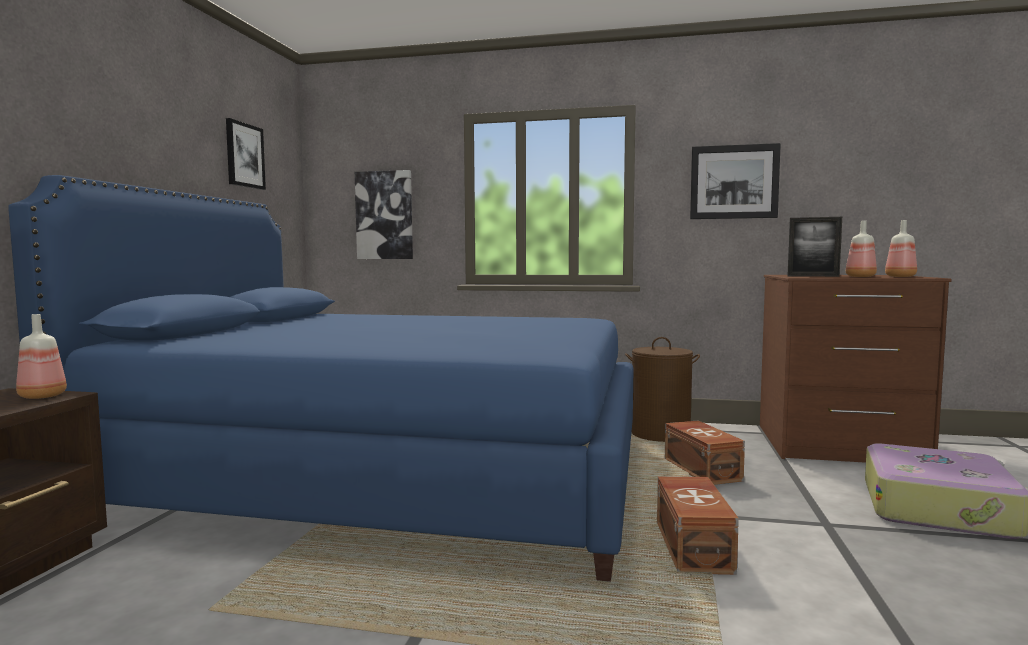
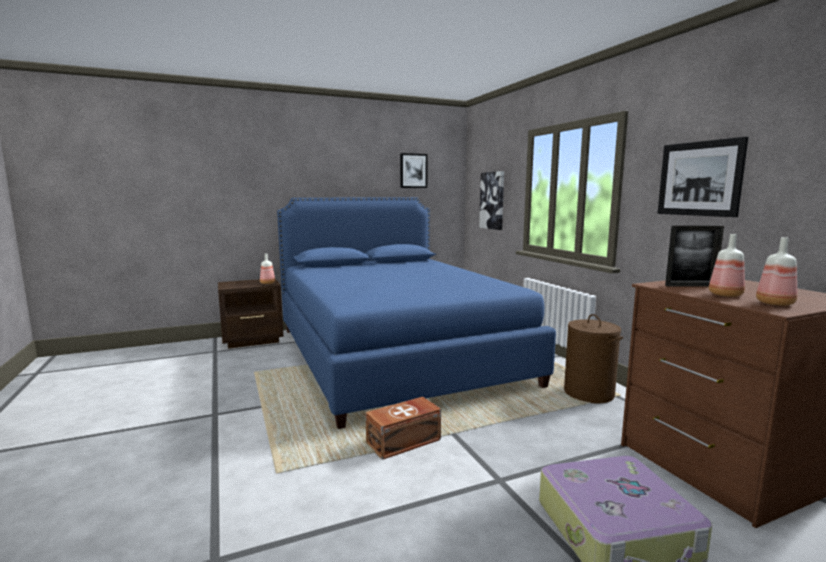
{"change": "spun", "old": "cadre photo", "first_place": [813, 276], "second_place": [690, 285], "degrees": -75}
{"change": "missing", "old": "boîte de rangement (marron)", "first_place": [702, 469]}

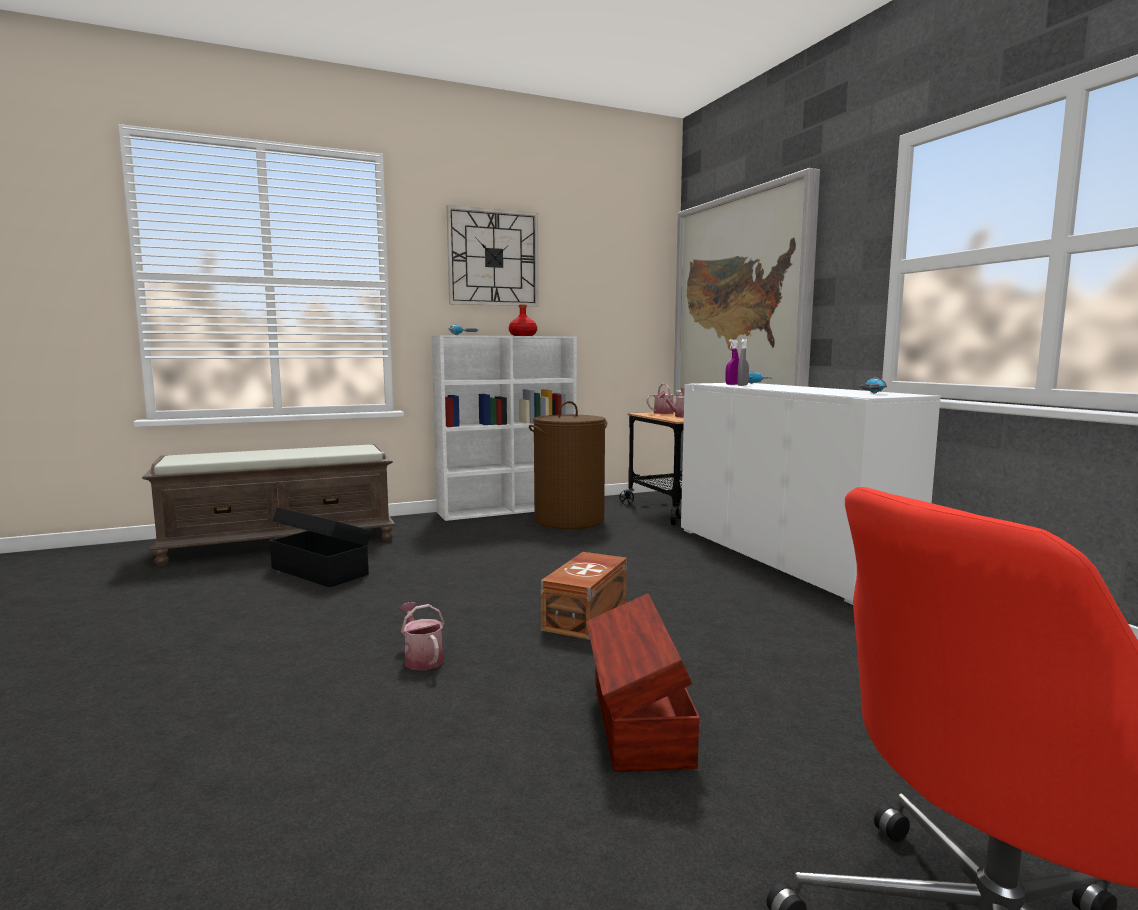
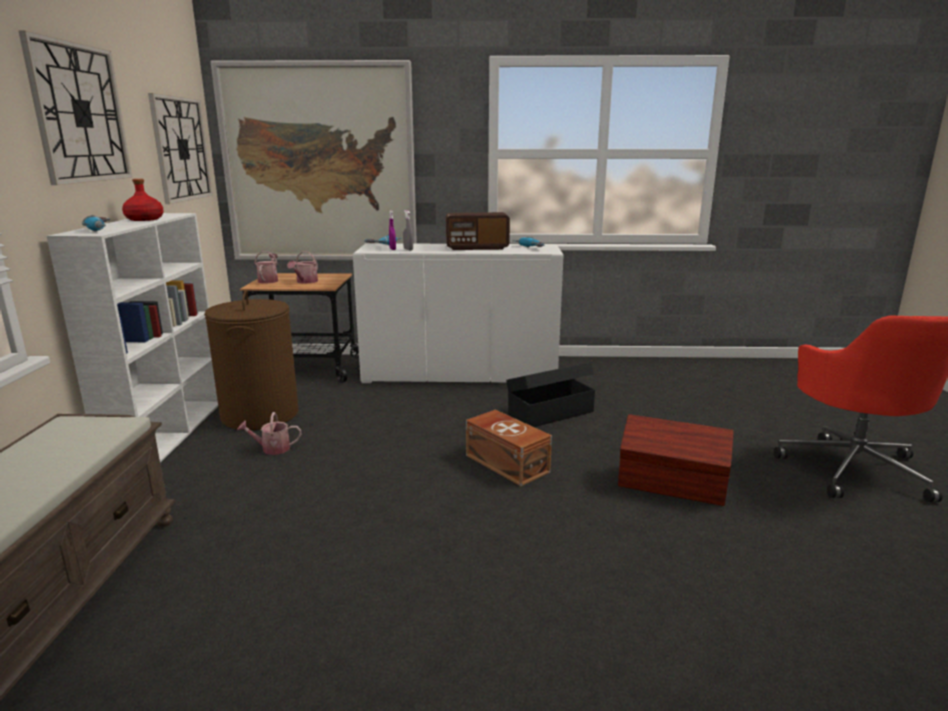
{"change": "appeared", "new": "horloge murale", "second_place": [181, 149]}
{"change": "relocated", "old": "arrosoir", "first_place": [421, 658], "second_place": [272, 449]}
{"change": "appeared", "new": "radio", "second_place": [477, 247]}
{"change": "relocated", "old": "boîte de rangement (noir)", "first_place": [320, 571], "second_place": [549, 413]}

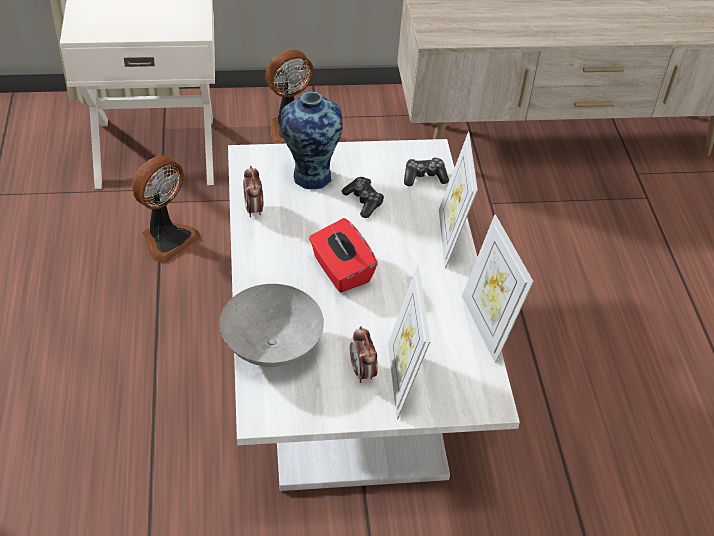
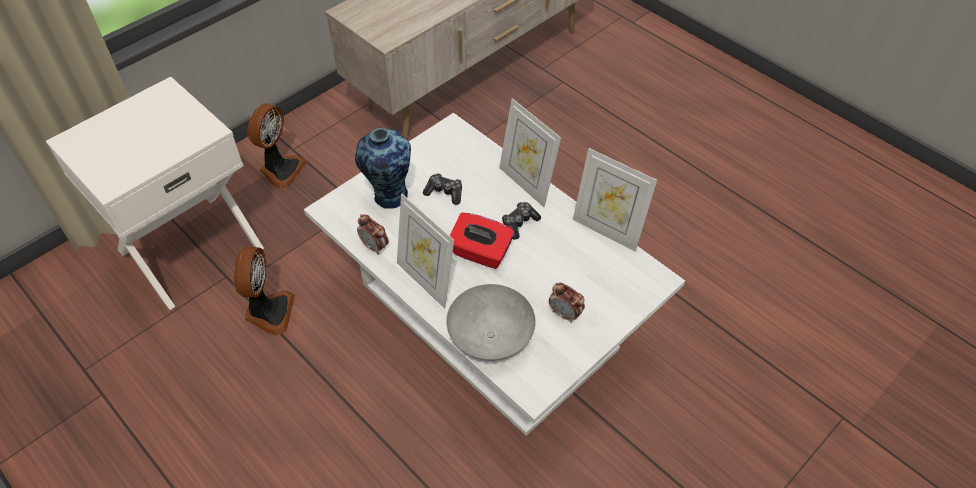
{"change": "relocated", "old": "cadre photo", "first_place": [402, 380], "second_place": [426, 281]}
{"change": "relocated", "old": "manette", "first_place": [424, 177], "second_place": [519, 223]}

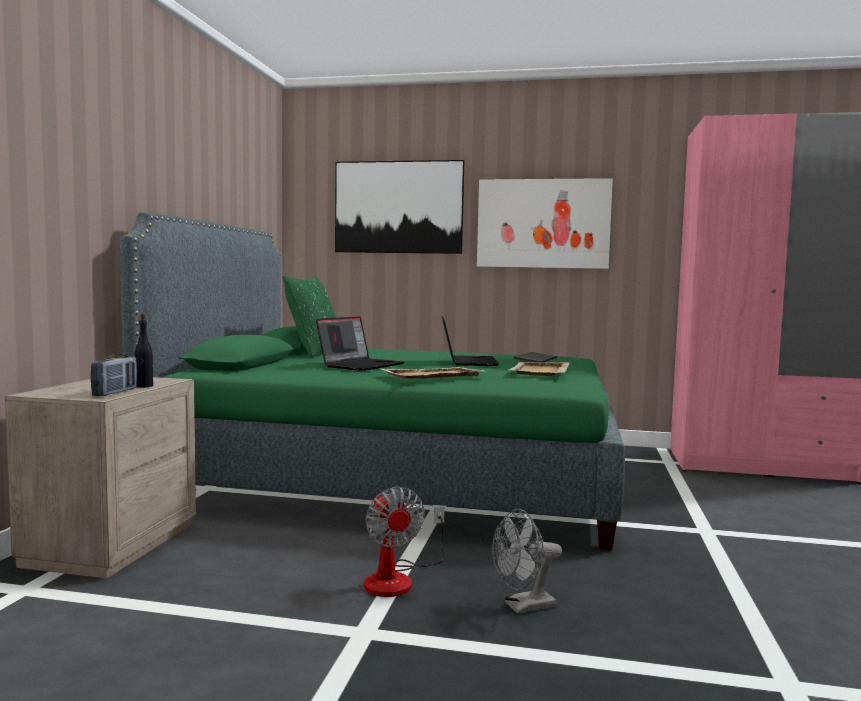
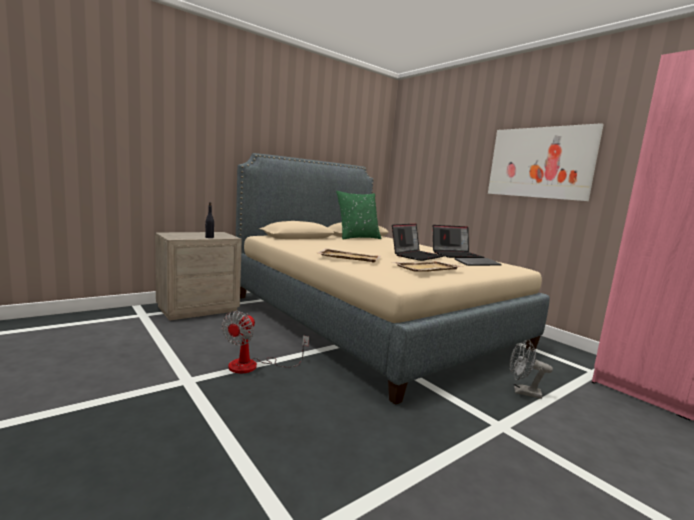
{"change": "colour", "old": "lit (vert)", "new": "lit (beige)", "first_place": [396, 478], "second_place": [369, 320]}
{"change": "relocated", "old": "ordinateur portable", "first_place": [361, 365], "second_place": [456, 255]}
{"change": "relocated", "old": "ventilateur (gris)", "first_place": [523, 607], "second_place": [522, 392]}
{"change": "missing", "old": "radio", "first_place": [115, 392]}
{"change": "missing", "old": "tableau", "first_place": [398, 207]}

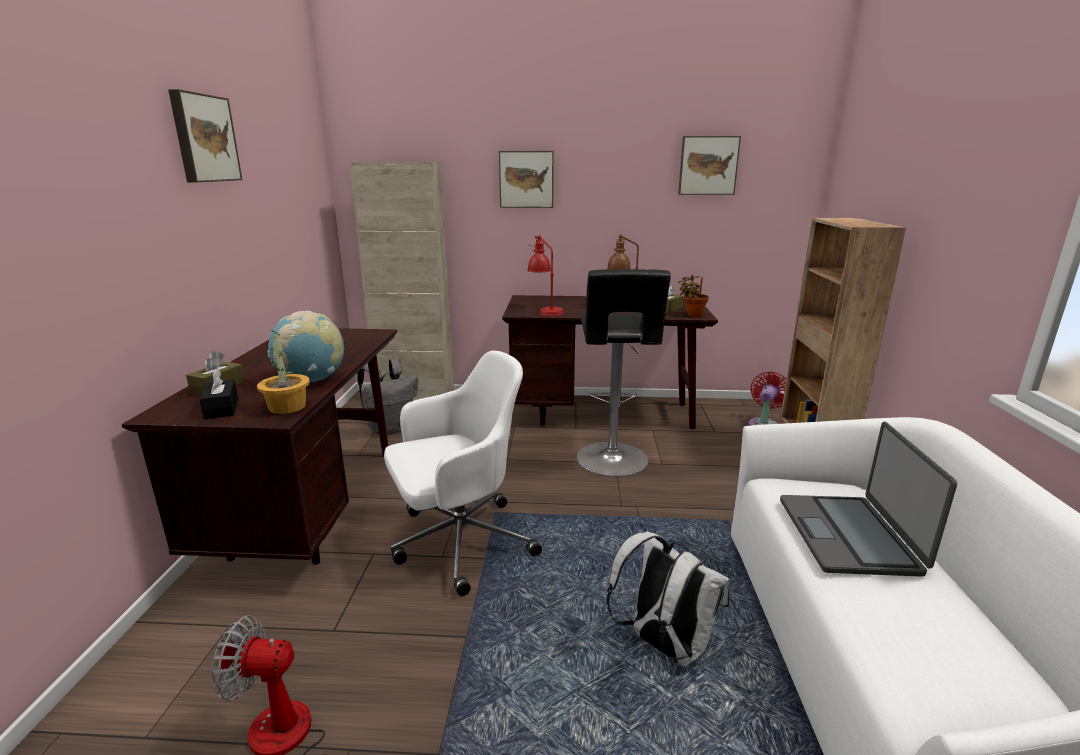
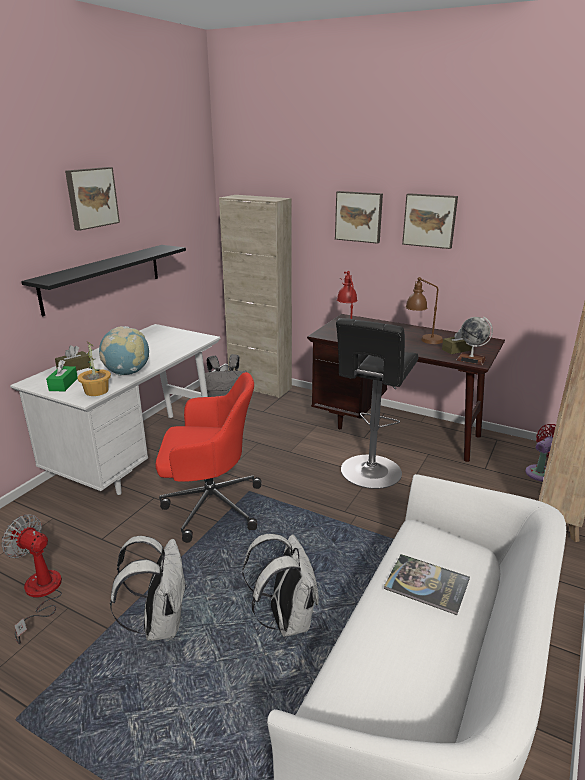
{"change": "colour", "old": "bureau (marron)", "new": "bureau (blanc)", "first_place": [312, 508], "second_place": [139, 456]}
{"change": "appeared", "new": "étagère (noir)", "second_place": [103, 278]}
{"change": "colour", "old": "boîte à mouchoirs (noir)", "new": "boîte à mouchoirs (vert)", "first_place": [221, 408], "second_place": [63, 384]}
{"change": "appeared", "new": "sac à dos (blanc)", "second_place": [160, 623]}
{"change": "colour", "old": "chaise de bureau (blanc)", "new": "chaise de bureau (rouge)", "first_place": [459, 542], "second_place": [210, 505]}
{"change": "exchanged", "old": "ordinateur portable", "new": "livre", "first_place": [849, 535], "second_place": [426, 584]}
{"change": "relocated", "old": "tableau", "first_place": [708, 165], "second_place": [430, 220]}
{"change": "exchanged", "old": "plante en pot", "new": "globe", "first_place": [692, 315], "second_place": [471, 359]}

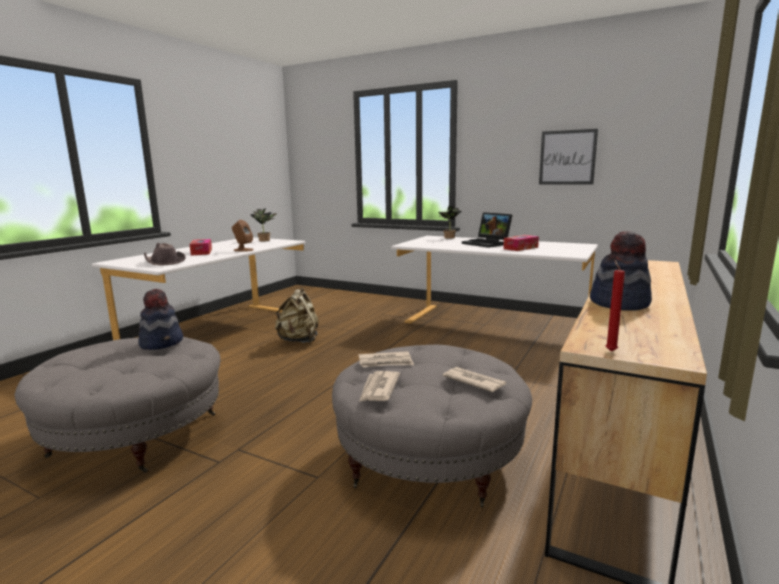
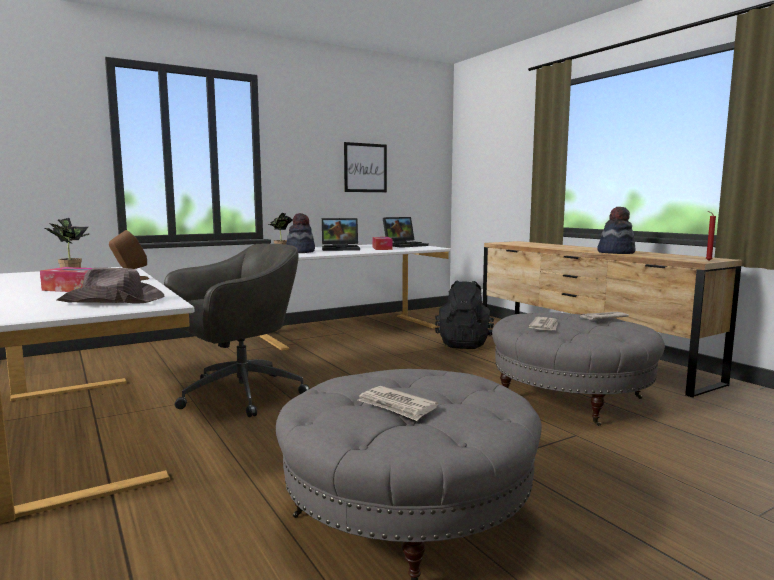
{"change": "exchanged", "old": "sac à dos (beige)", "new": "chaise de bureau (gris)", "first_place": [299, 340], "second_place": [238, 395]}
{"change": "relocated", "old": "chapeau", "first_place": [162, 343], "second_place": [300, 252]}
{"change": "relocated", "old": "journal", "first_place": [378, 389], "second_place": [397, 406]}
{"change": "appeared", "new": "ordinateur portable", "second_place": [405, 245]}
{"change": "appeared", "new": "sac à dos (noir)", "second_place": [464, 344]}

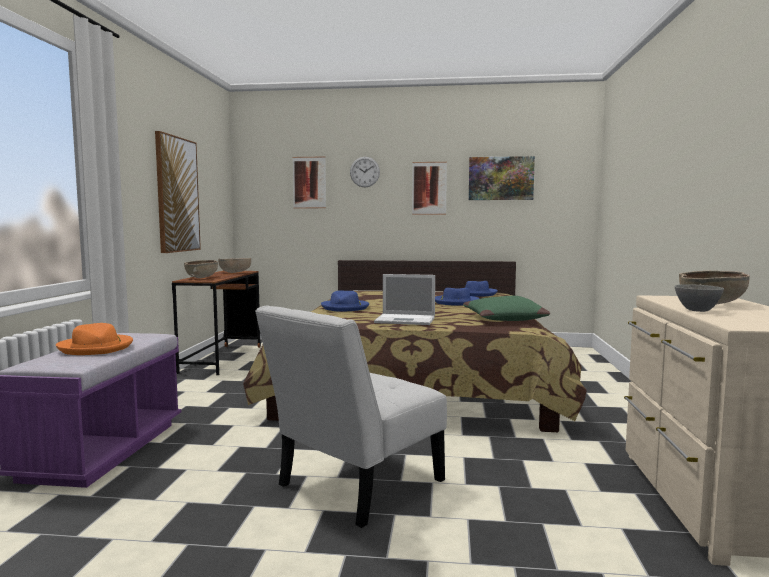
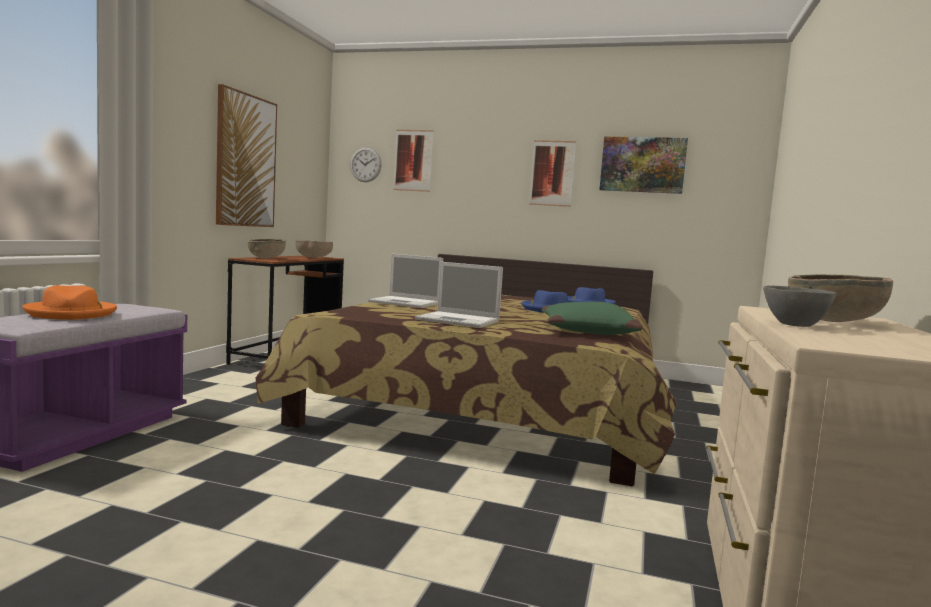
{"change": "relocated", "old": "horloge murale", "first_place": [364, 172], "second_place": [365, 164]}
{"change": "exchanged", "old": "chapeau (bleu)", "new": "ordinateur portable", "first_place": [345, 308], "second_place": [406, 303]}
{"change": "missing", "old": "chaise (blanc)", "first_place": [354, 486]}

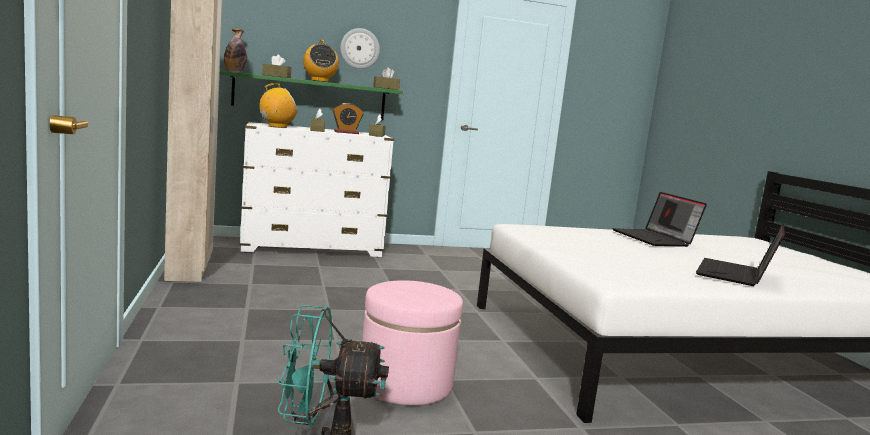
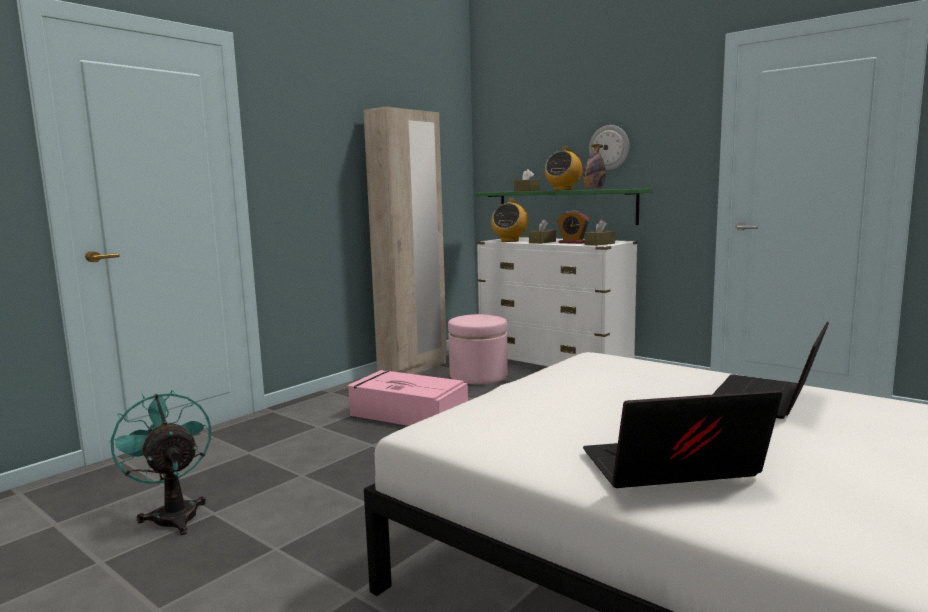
{"change": "appeared", "new": "boîte de rangement (rose)", "second_place": [407, 413]}
{"change": "relocated", "old": "pouf (rose)", "first_place": [405, 384], "second_place": [478, 376]}
{"change": "spun", "old": "radio", "first_place": [277, 127], "second_place": [509, 241], "degrees": 90}
{"change": "relocated", "old": "bouteille", "first_place": [234, 72], "second_place": [593, 189]}
{"change": "missing", "old": "boîte à mouchoirs (marron)", "first_place": [386, 88]}

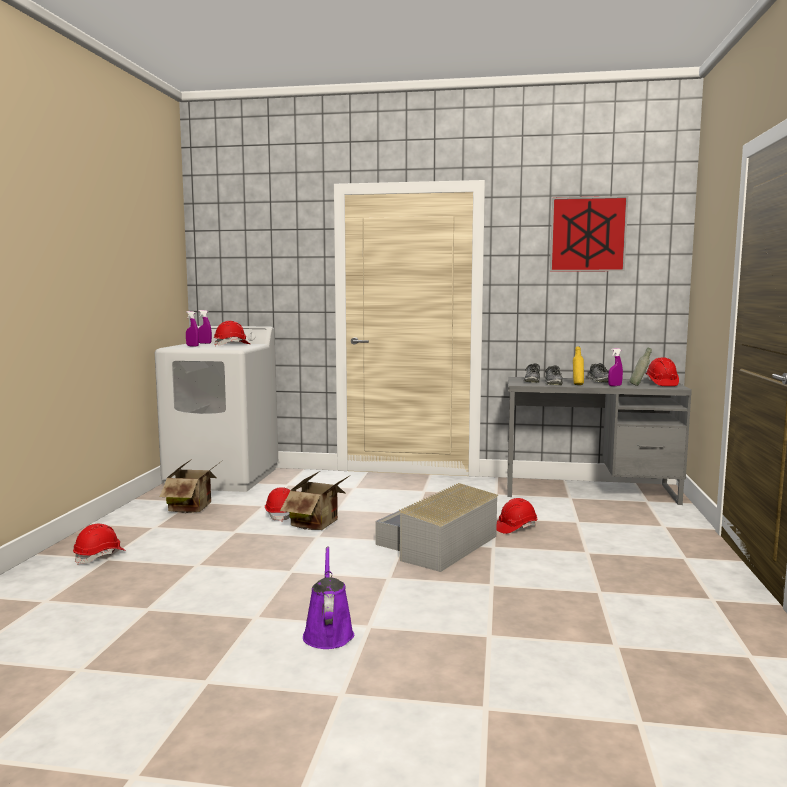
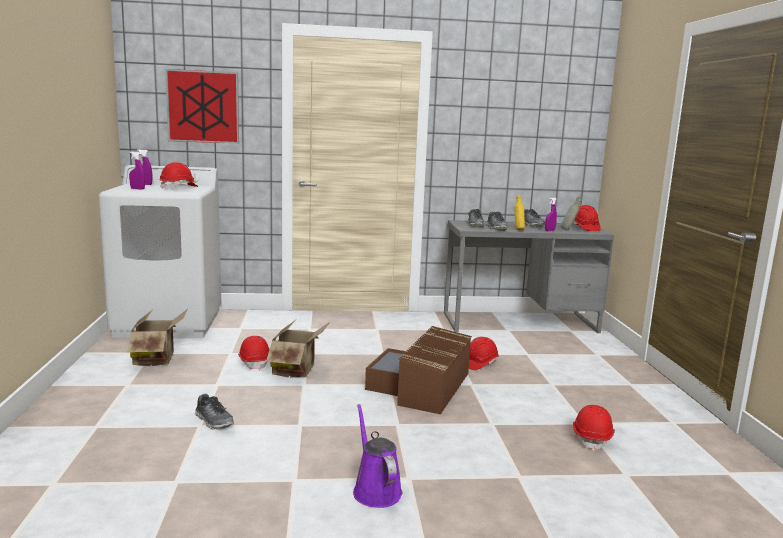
{"change": "relocated", "old": "tableau", "first_place": [588, 234], "second_place": [203, 107]}
{"change": "appeared", "new": "chaussure", "second_place": [214, 421]}
{"change": "colour", "old": "boîte de rangement (gris)", "new": "boîte de rangement (marron)", "first_place": [436, 546], "second_place": [421, 387]}
{"change": "relocated", "old": "casque de chantier (rouge)", "first_place": [100, 556], "second_place": [592, 438]}

